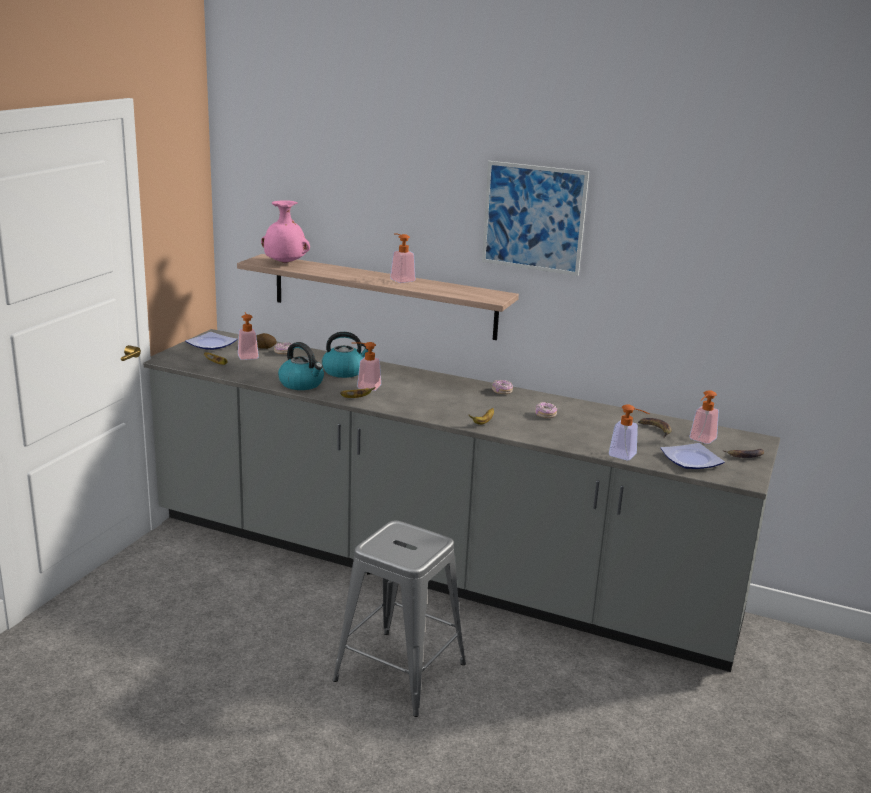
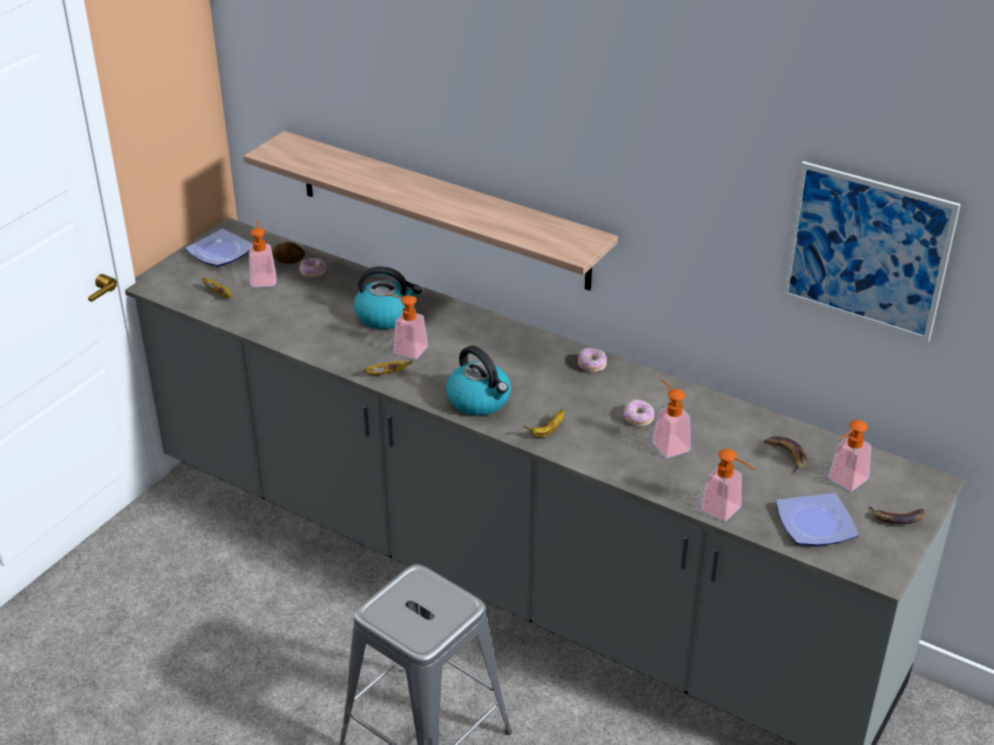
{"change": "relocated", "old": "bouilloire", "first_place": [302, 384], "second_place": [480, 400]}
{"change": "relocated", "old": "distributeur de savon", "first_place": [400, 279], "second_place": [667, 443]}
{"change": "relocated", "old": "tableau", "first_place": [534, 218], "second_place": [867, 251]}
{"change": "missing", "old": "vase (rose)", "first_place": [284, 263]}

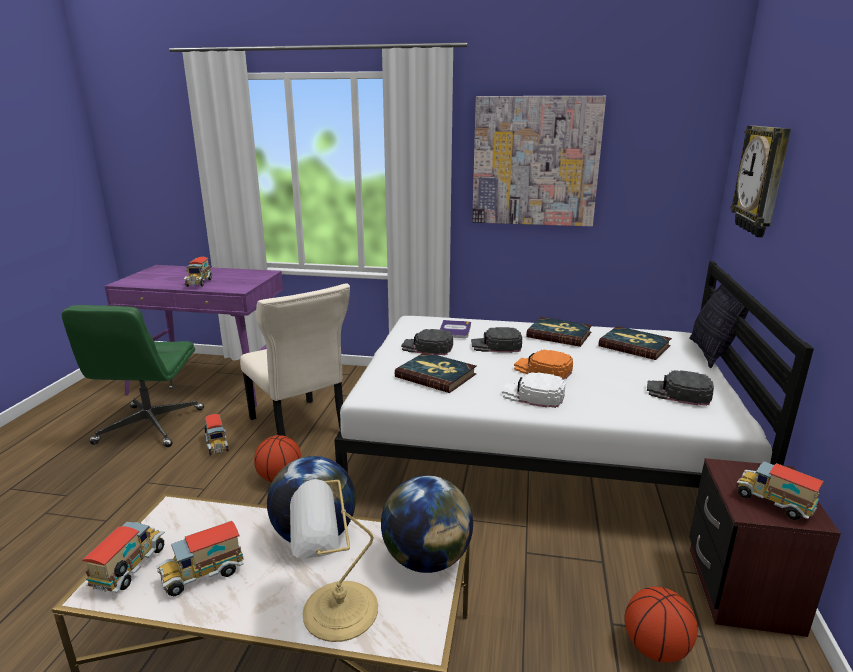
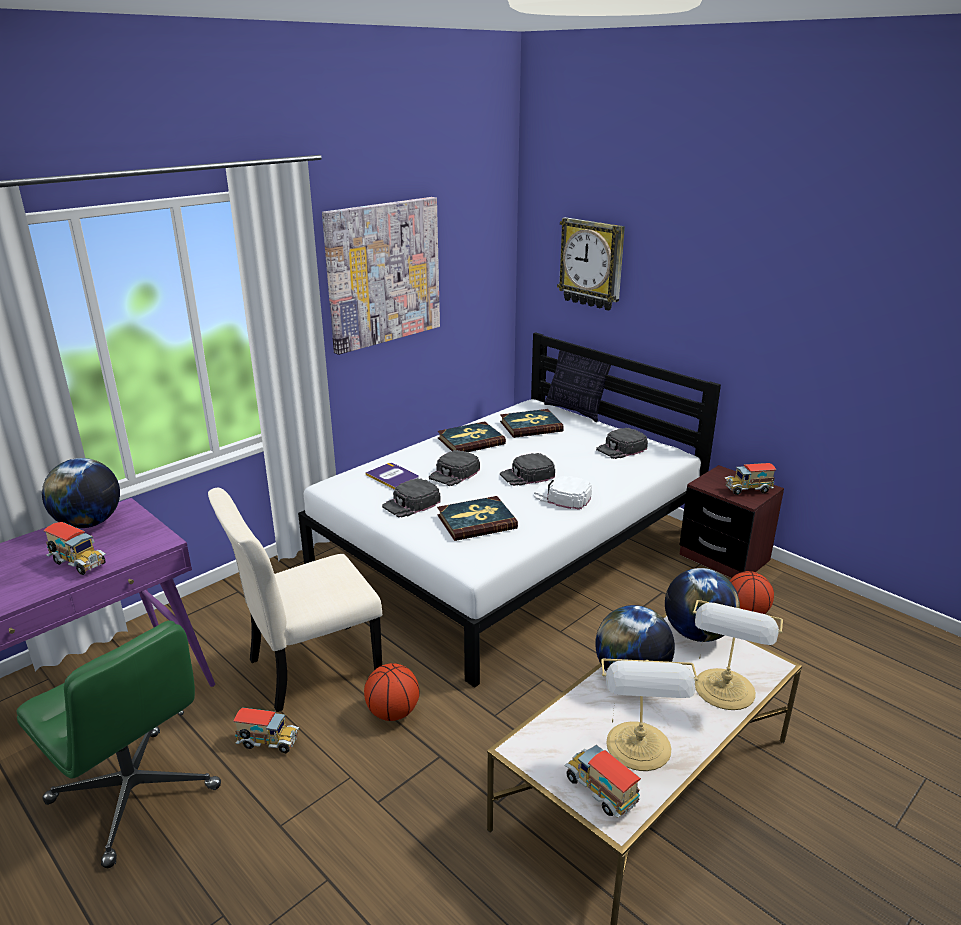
{"change": "appeared", "new": "globe", "second_place": [89, 523]}
{"change": "spun", "old": "chaise (beige)", "first_place": [299, 428], "second_place": [309, 667], "degrees": 150}
{"change": "colour", "old": "casquette (orange)", "new": "casquette (noir)", "first_place": [543, 370], "second_place": [527, 475]}
{"change": "spun", "old": "casquette (blanc)", "first_place": [533, 395], "second_place": [562, 497], "degrees": 60}
{"change": "exchanged", "old": "camion jouet", "new": "lampe de table", "first_place": [203, 575], "second_place": [639, 749]}

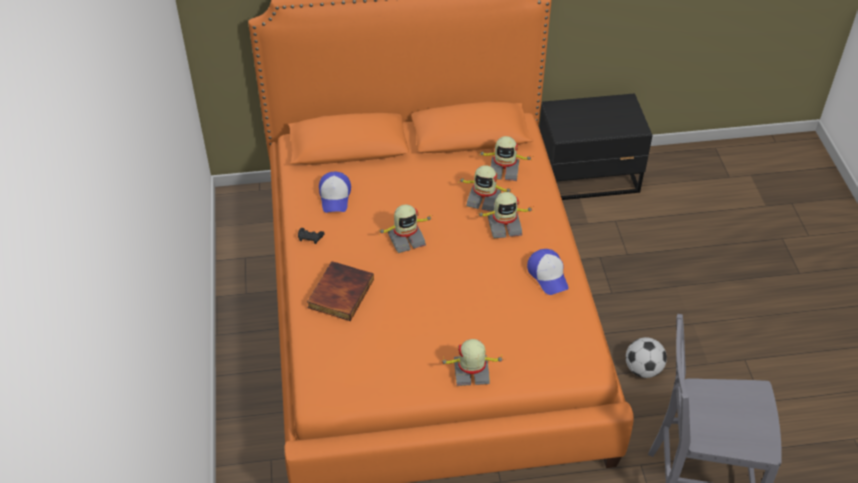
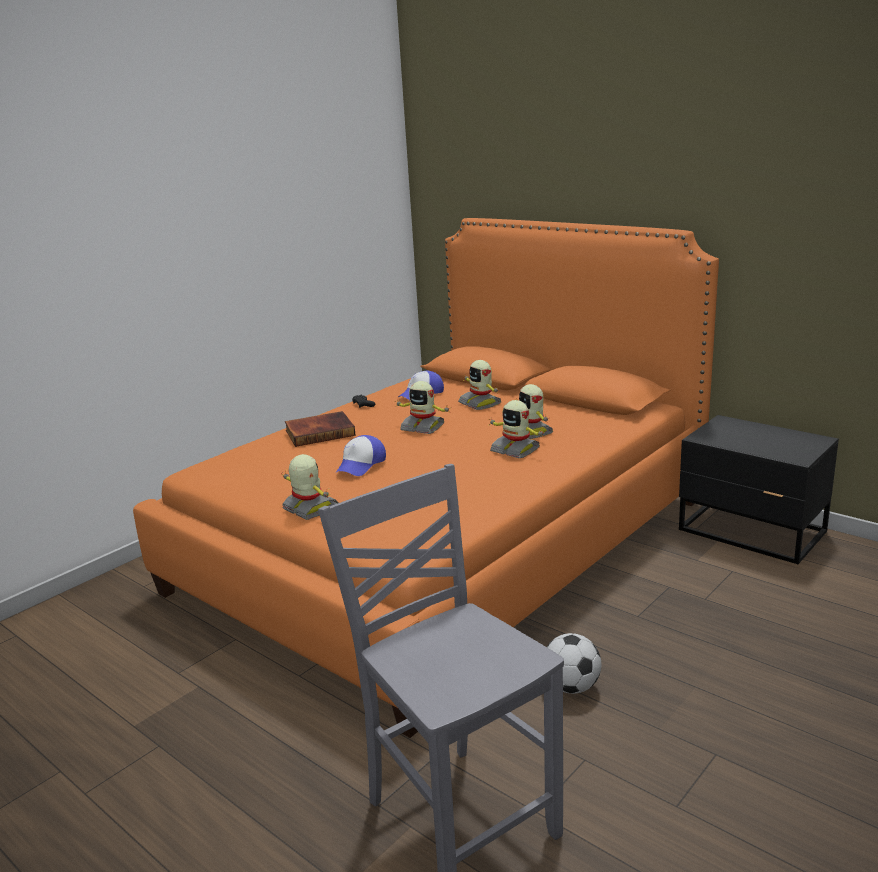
{"change": "relocated", "old": "casquette", "first_place": [548, 275], "second_place": [361, 465]}
{"change": "relocated", "old": "robot jouet", "first_place": [504, 170], "second_place": [480, 403]}

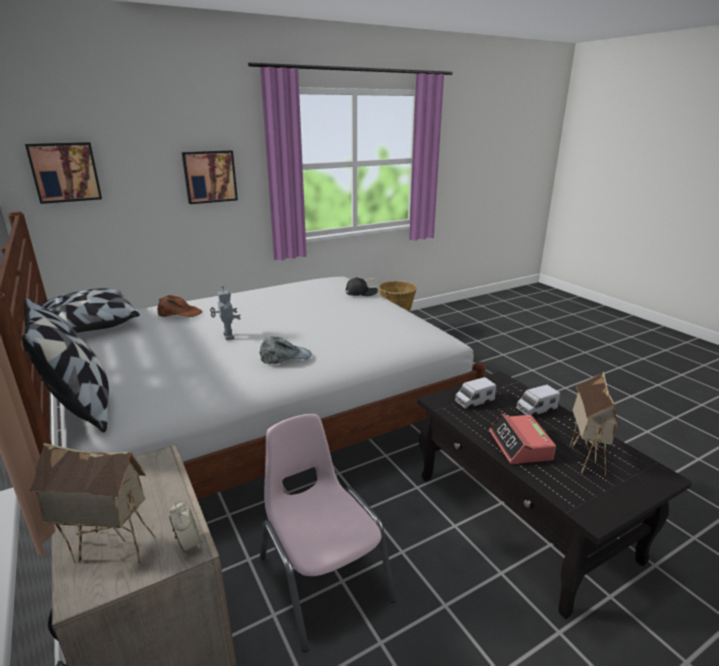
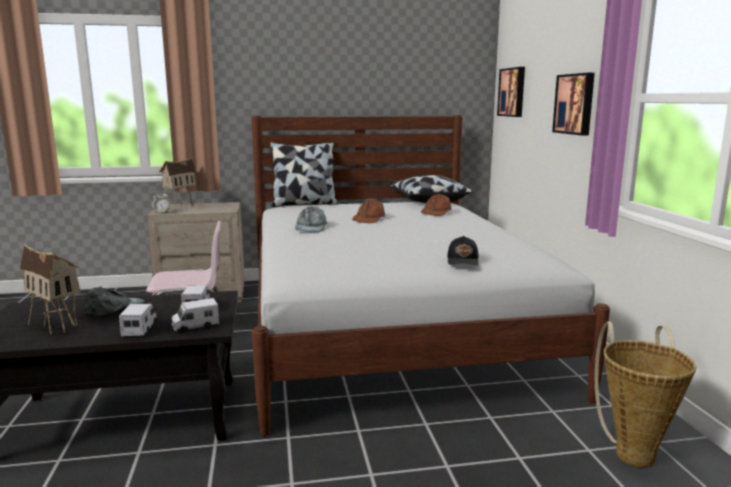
{"change": "exchanged", "old": "réveil", "new": "casquette (gris)", "first_place": [520, 446], "second_place": [114, 307]}
{"change": "appeared", "new": "camion jouet", "second_place": [195, 326]}
{"change": "exchanged", "old": "robot jouet", "new": "casquette (marron)", "first_place": [227, 336], "second_place": [369, 219]}

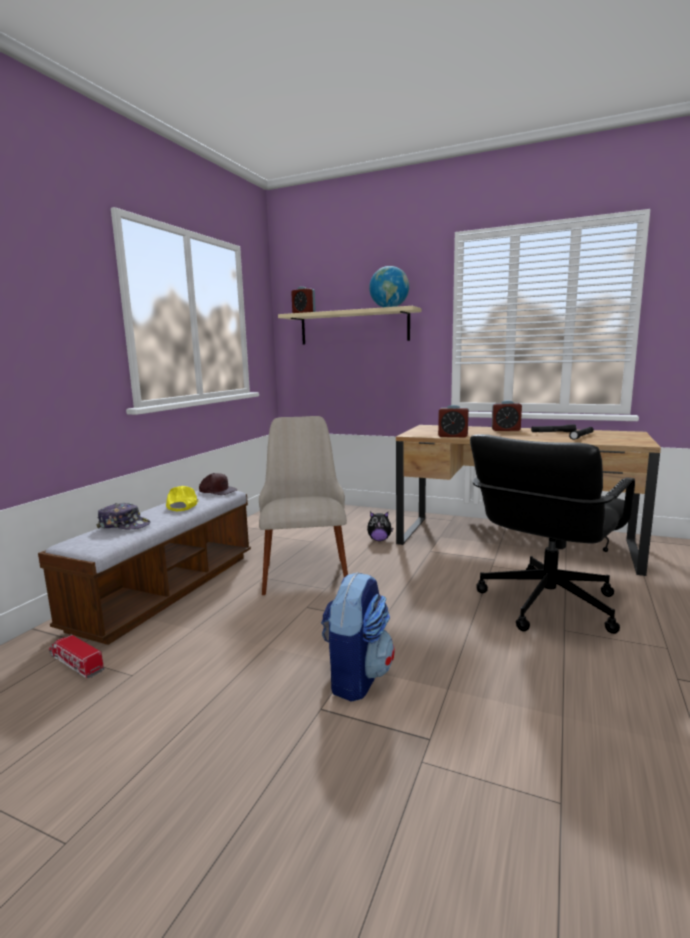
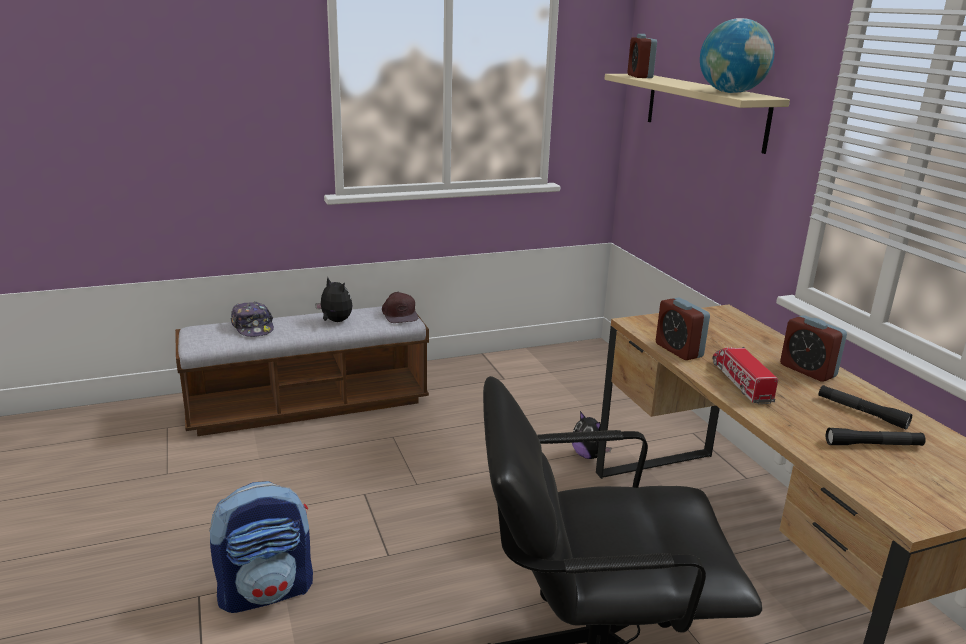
{"change": "exchanged", "old": "casquette (jaune)", "new": "peluche", "first_place": [182, 505], "second_place": [335, 321]}
{"change": "relocated", "old": "camion jouet", "first_place": [76, 663], "second_place": [740, 382]}
{"change": "missing", "old": "chaise (beige)", "first_place": [305, 569]}

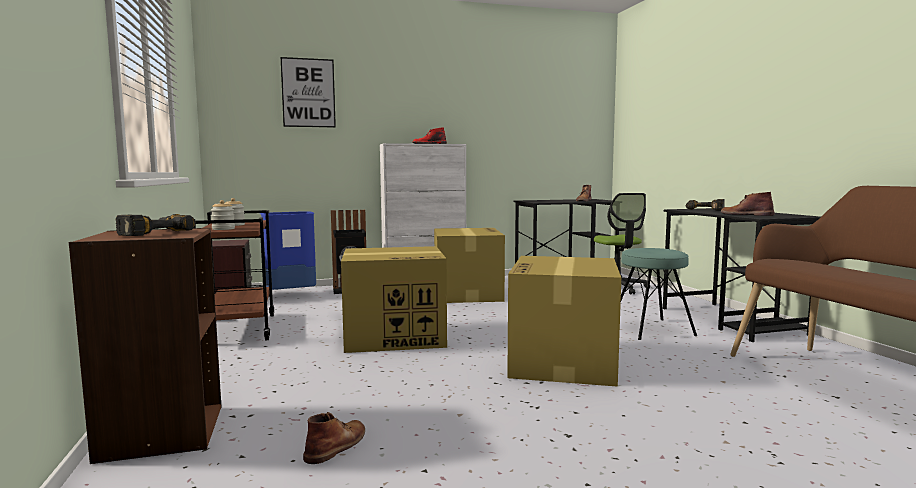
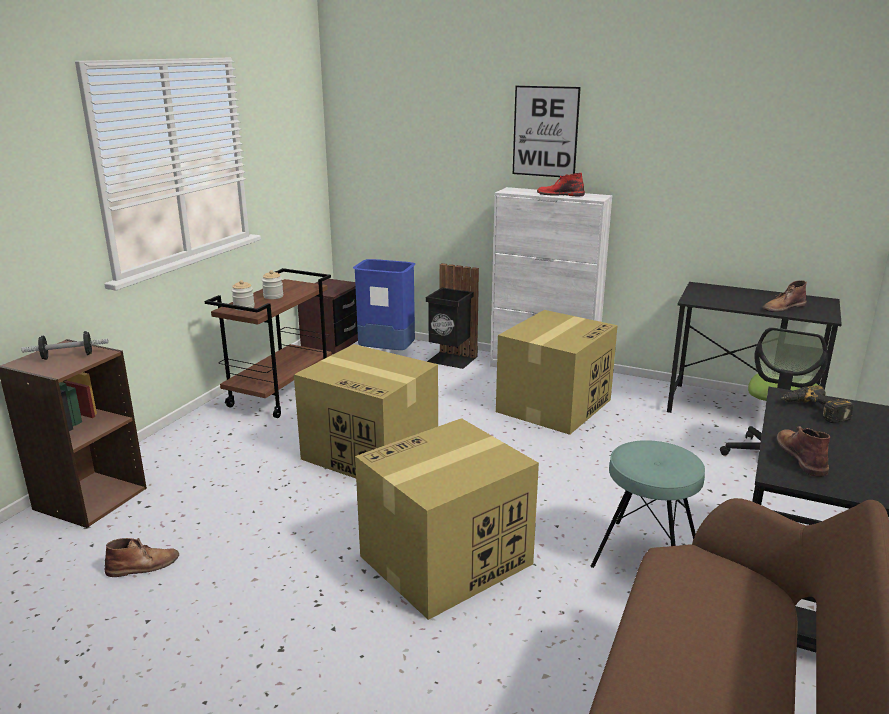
{"change": "exchanged", "old": "perceuse", "new": "haltère", "first_place": [152, 233], "second_place": [67, 356]}
{"change": "relocated", "old": "tableau", "first_place": [308, 93], "second_place": [545, 132]}

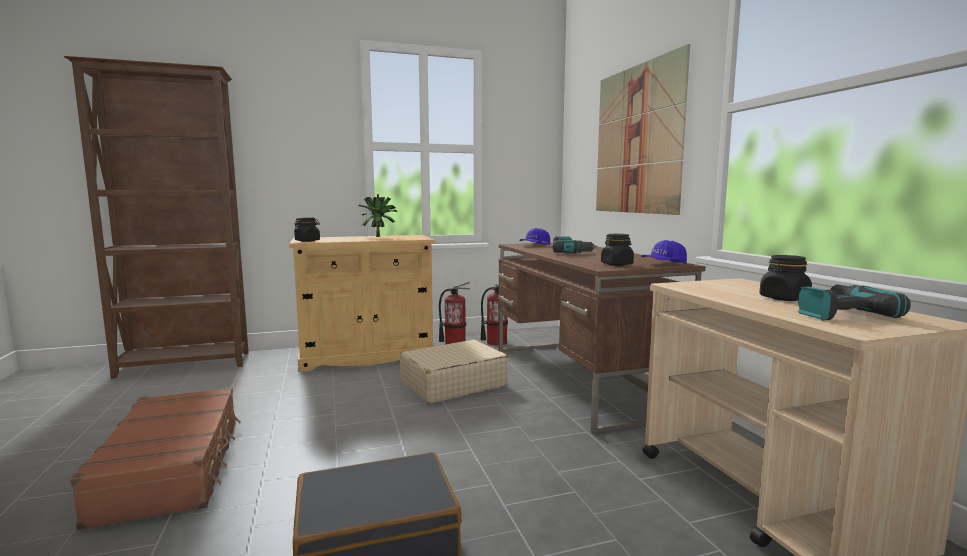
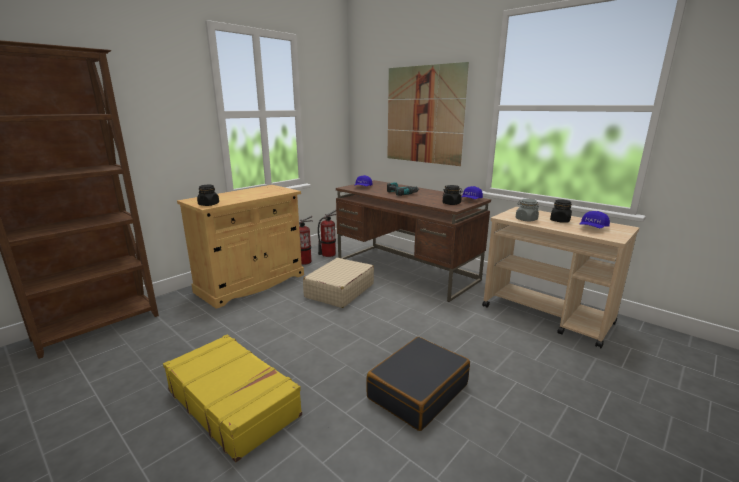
{"change": "colour", "old": "valise (marron)", "new": "valise (jaune)", "first_place": [173, 467], "second_place": [233, 402]}
{"change": "appeared", "new": "bocal (gris)", "second_place": [526, 219]}
{"change": "exchanged", "old": "perceuse", "new": "casquette (bleu)", "first_place": [838, 313], "second_place": [592, 228]}
{"change": "missing", "old": "plante en pot", "first_place": [378, 236]}

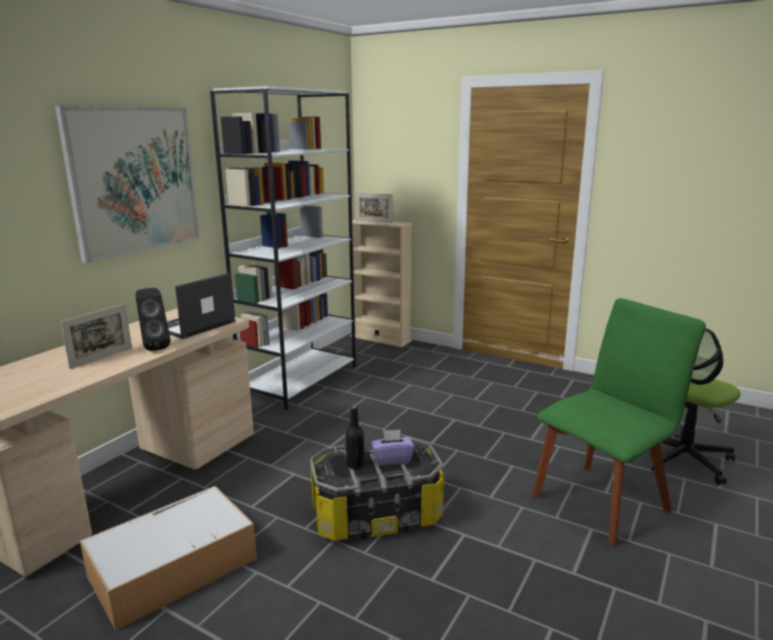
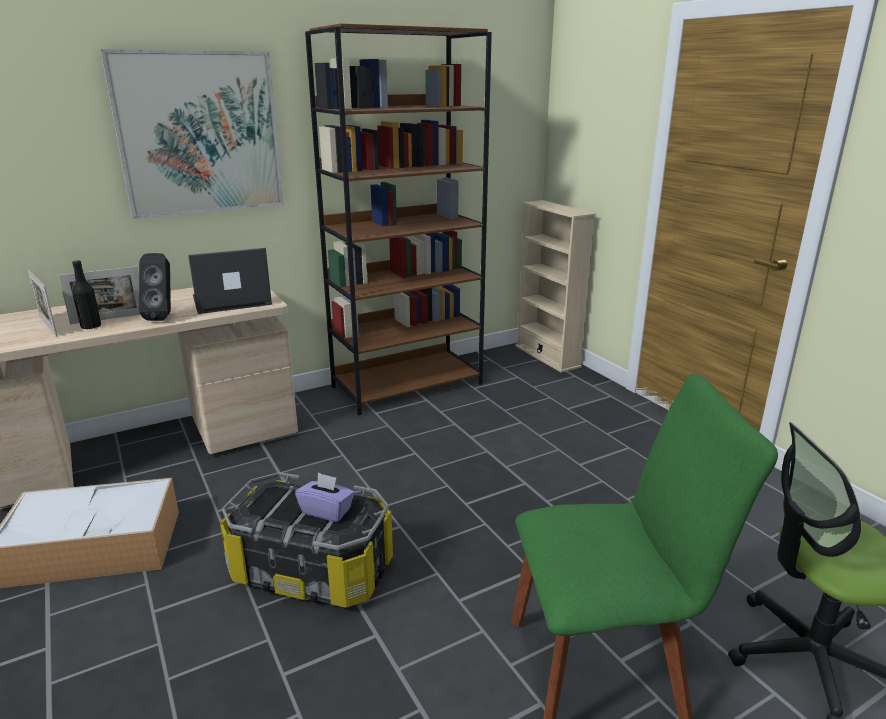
{"change": "relocated", "old": "cadre photo", "first_place": [374, 222], "second_place": [48, 326]}
{"change": "relocated", "old": "bouteille (noir)", "first_place": [355, 465], "second_place": [91, 326]}
{"change": "colour", "old": "bibliothèque (blanc)", "new": "bibliothèque (marron)", "first_place": [300, 380], "second_place": [407, 385]}

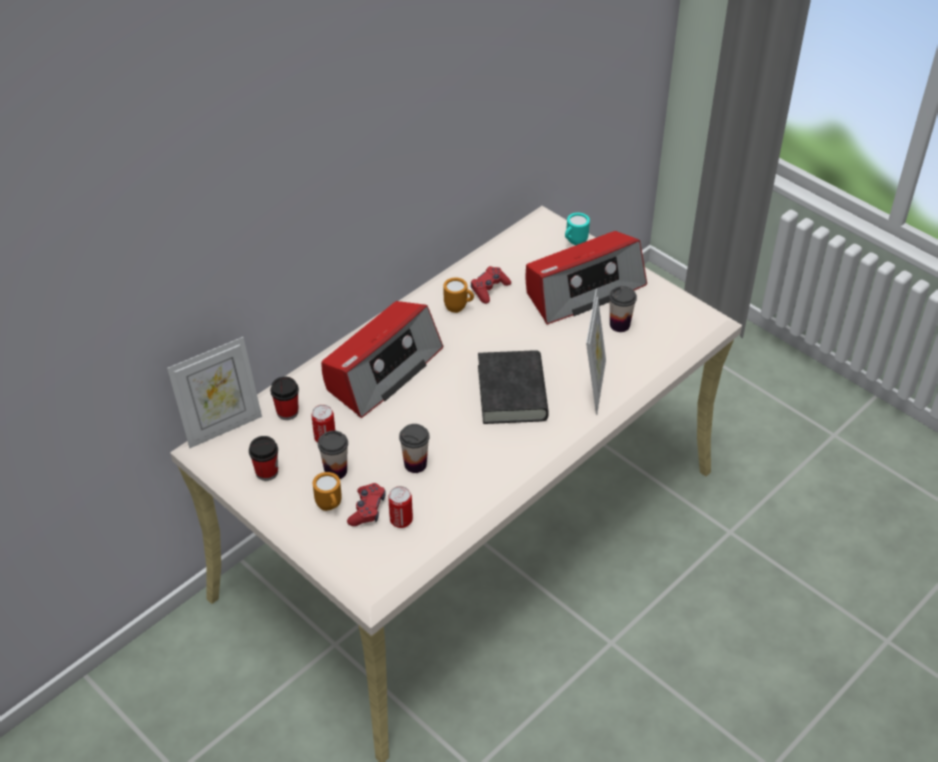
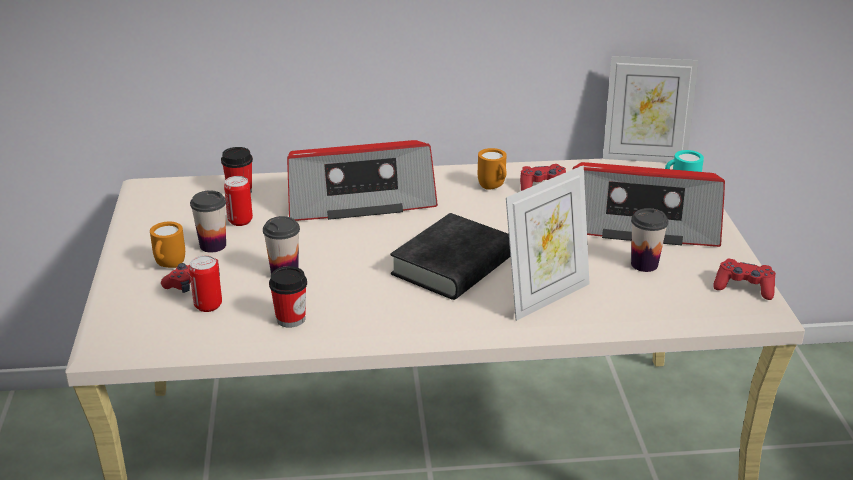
{"change": "relocated", "old": "tasse", "first_place": [267, 472], "second_place": [290, 319]}
{"change": "relocated", "old": "cadre photo", "first_place": [222, 427], "second_place": [644, 157]}
{"change": "appeared", "new": "manette (rouge)", "second_place": [744, 287]}

